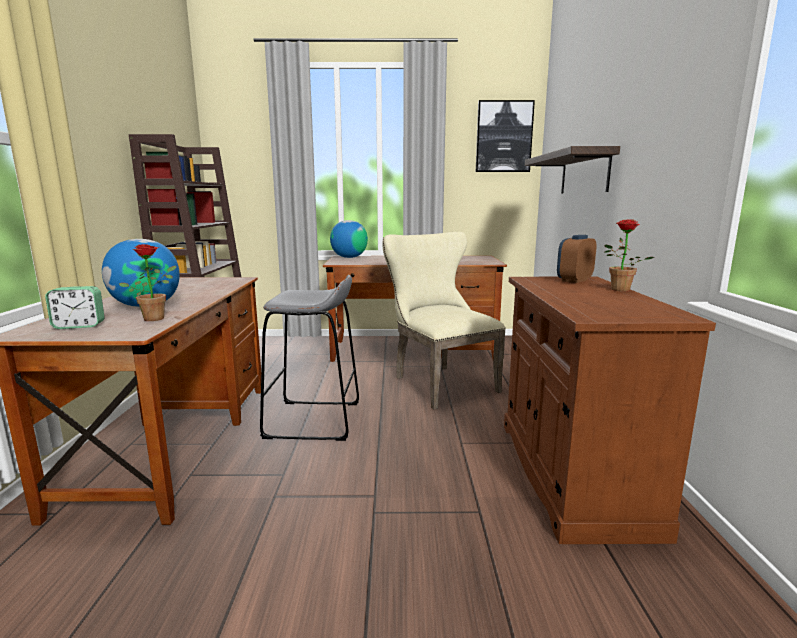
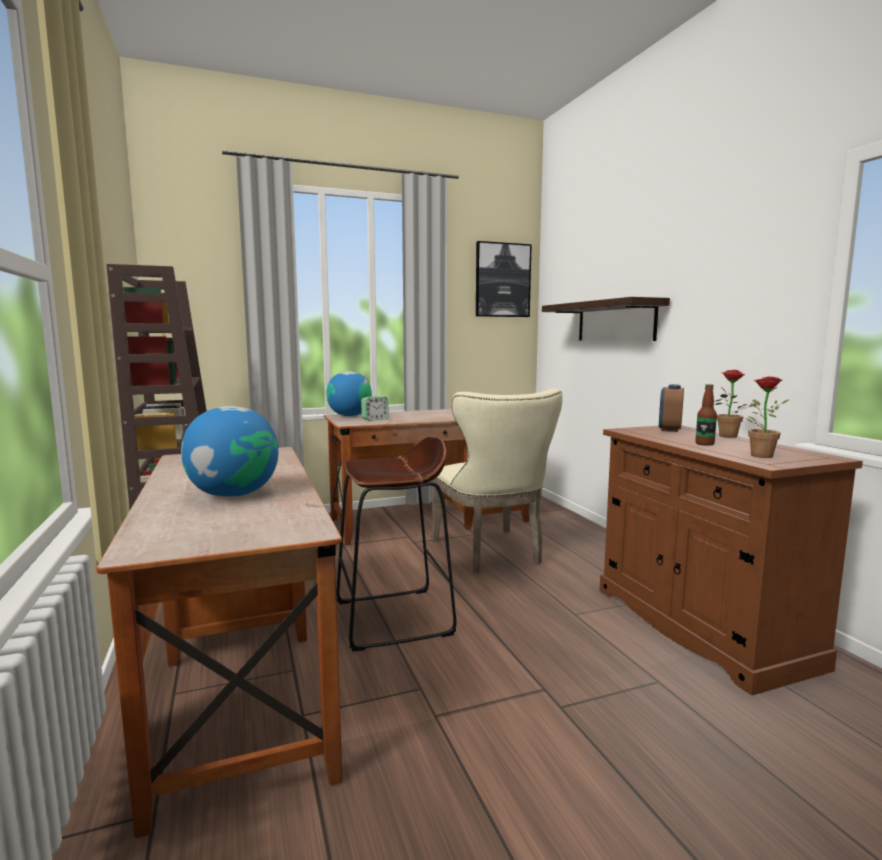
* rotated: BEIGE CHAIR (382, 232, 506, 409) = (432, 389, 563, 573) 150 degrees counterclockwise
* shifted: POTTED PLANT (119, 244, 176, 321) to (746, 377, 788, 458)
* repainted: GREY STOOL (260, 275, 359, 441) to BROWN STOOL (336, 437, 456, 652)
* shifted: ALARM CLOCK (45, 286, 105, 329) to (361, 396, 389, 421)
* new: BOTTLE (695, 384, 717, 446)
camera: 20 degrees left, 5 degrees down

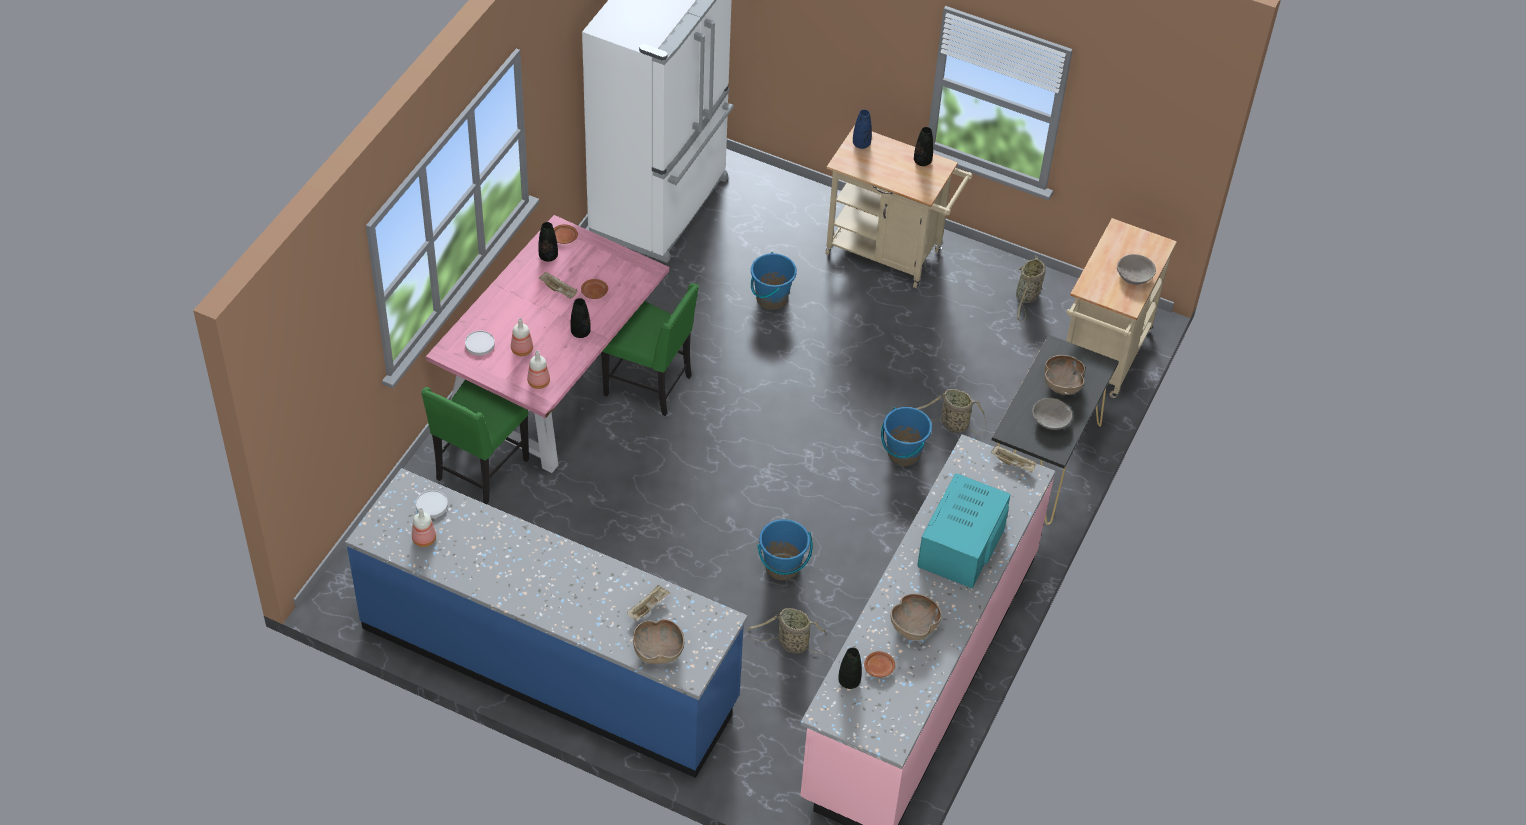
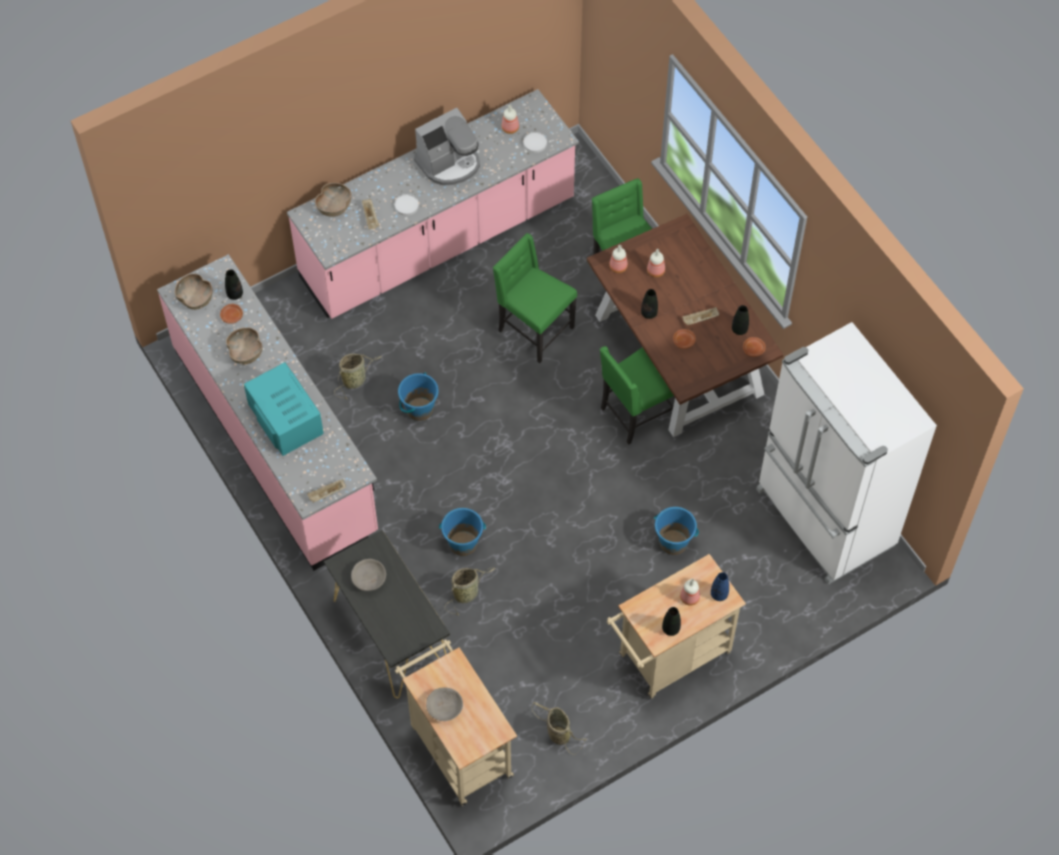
* repainted: PINK DINING TABLE (426, 215, 669, 473) to BROWN DINING TABLE (587, 214, 783, 437)
* shifted: WHITE PLATE (465, 331, 495, 356) to (395, 194, 419, 216)
* shifted: BROWN BOWL (1045, 355, 1085, 395) to (175, 273, 213, 310)
* repainted: BLUE COUNTER (345, 468, 748, 778) to PINK COUNTER (287, 89, 579, 319)
* new: COFFEE MACHINE (414, 107, 480, 186)
* new: GREEN CHAIR (493, 233, 577, 363)
* new: BOTTLE (680, 579, 700, 606)
camera: 125 degrees right, 10 degrees up

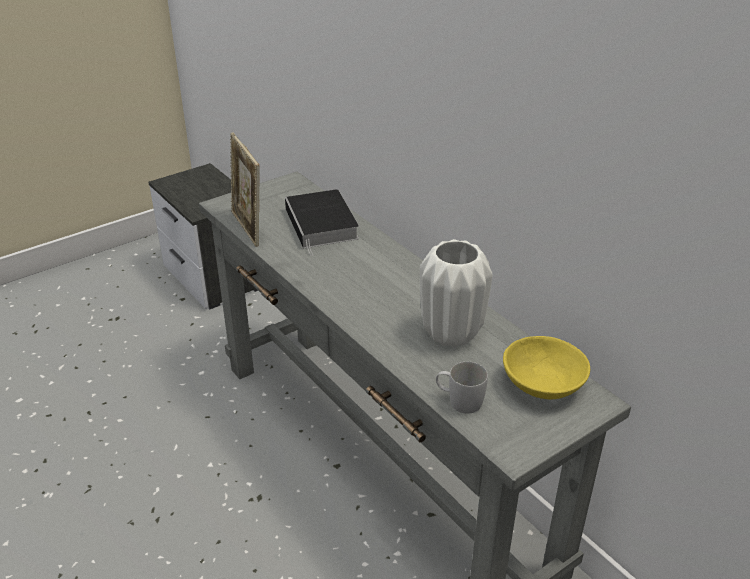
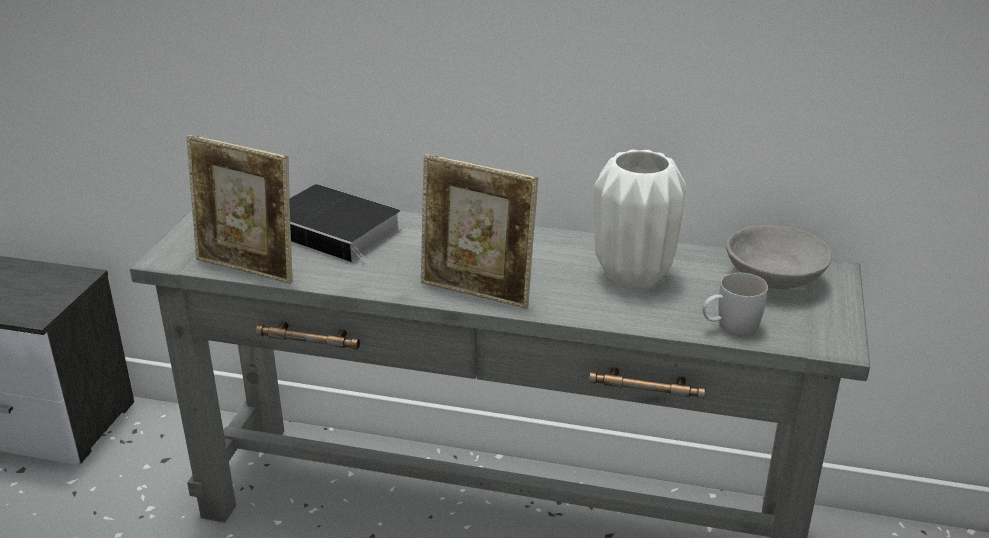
* repainted: YELLOW BOWL (503, 336, 590, 399) to GREY BOWL (726, 225, 832, 289)
* new: PICTURE FRAME (421, 154, 538, 309)
camera: 40 degrees left, 5 degrees down

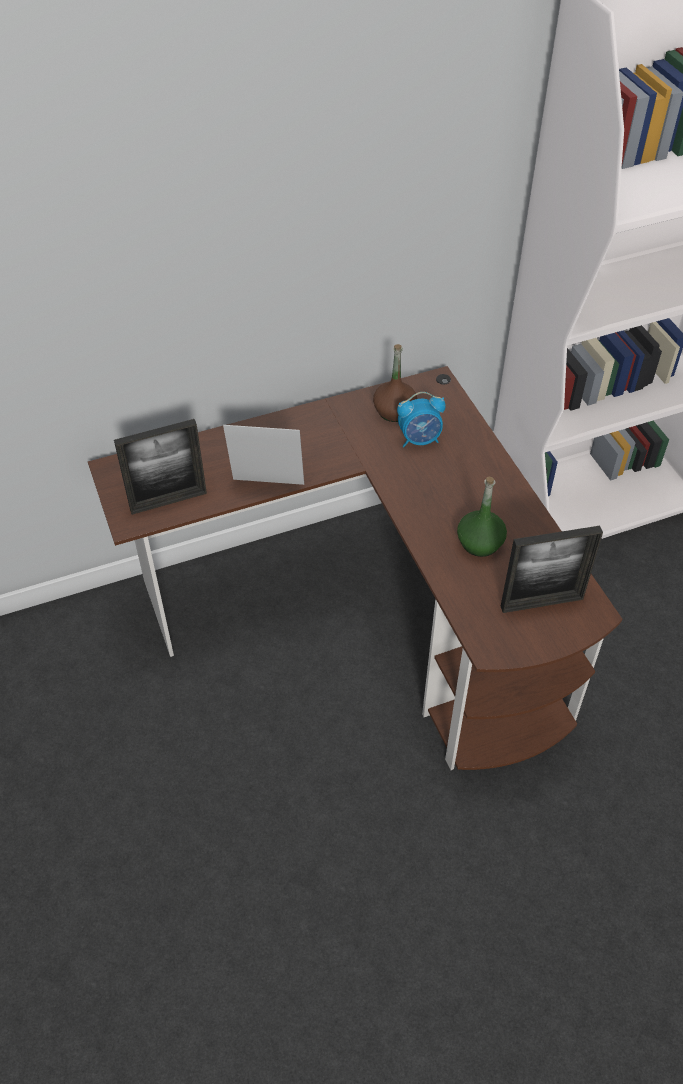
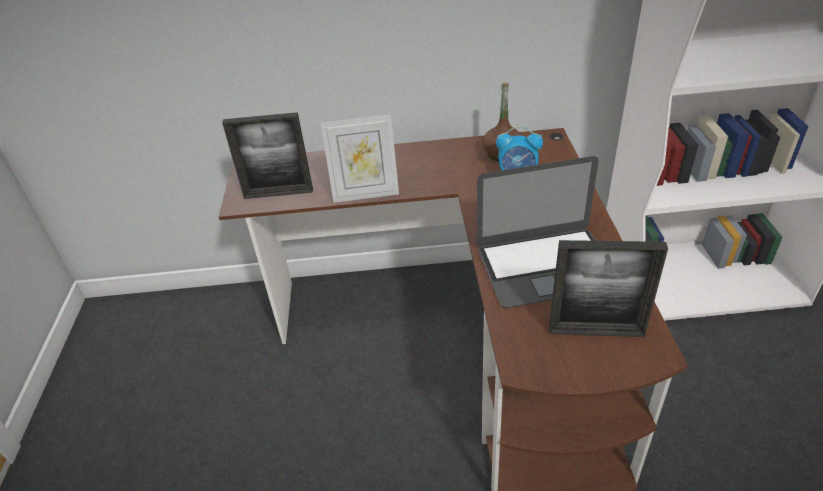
* rotated: PICTURE FRAME (223, 425, 304, 485) = (321, 115, 399, 203) 150 degrees clockwise
* swapped: GREEN BOTTLE (457, 476, 507, 557) to LAPTOP (477, 156, 599, 308)
camera: 20 degrees right, 10 degrees down

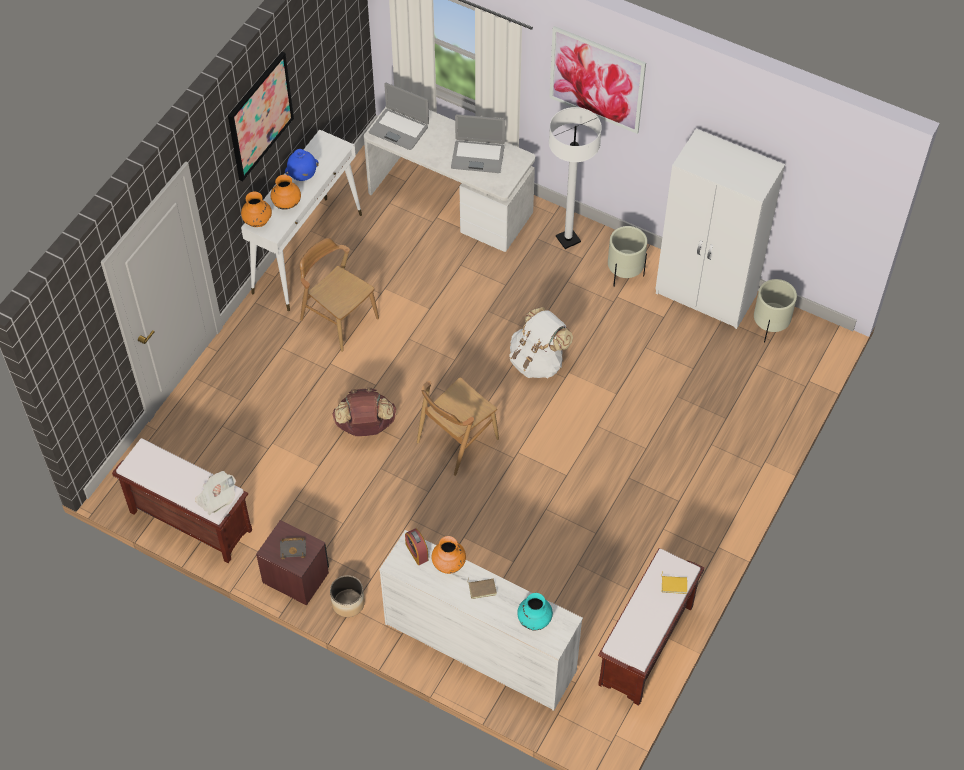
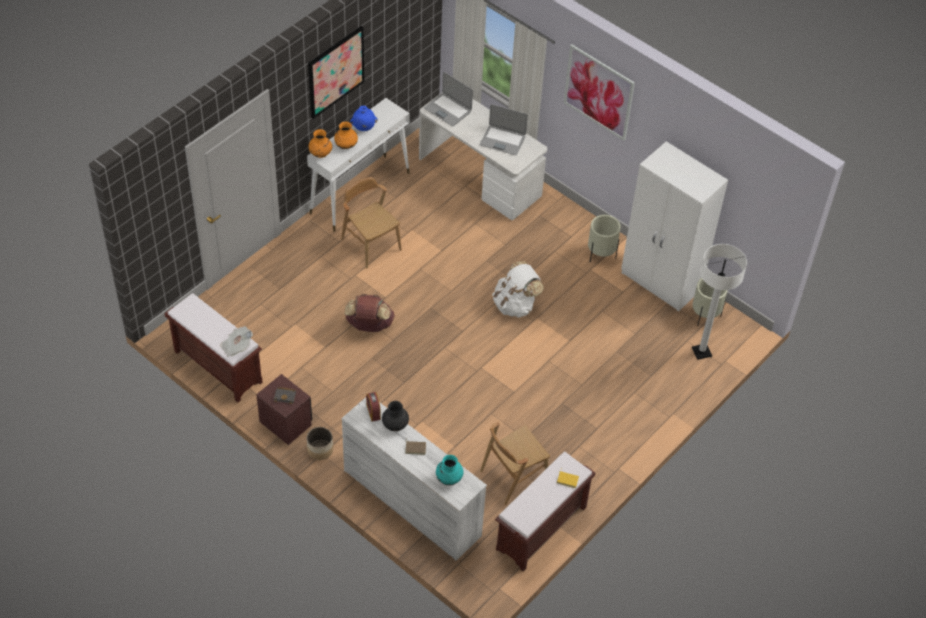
* shifted: WHITE FLOOR LAMP (549, 107, 602, 249) to (692, 244, 747, 360)
* shifted: BROWN CHAIR (417, 378, 499, 476) to (480, 422, 550, 505)
* repainted: ORANGE VASE (432, 536, 466, 574) to BLACK VASE (382, 401, 409, 431)
camera: 10 degrees right, 5 degrees down

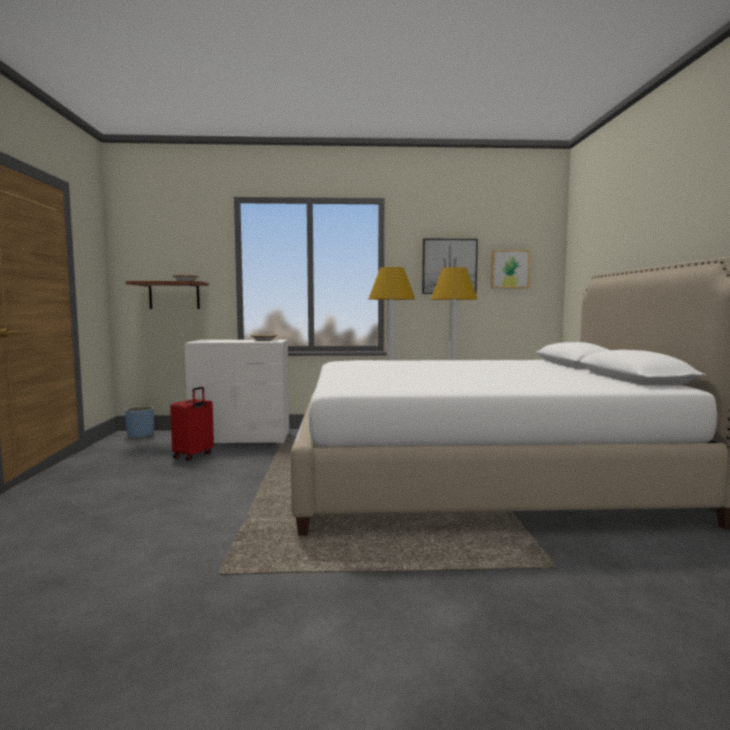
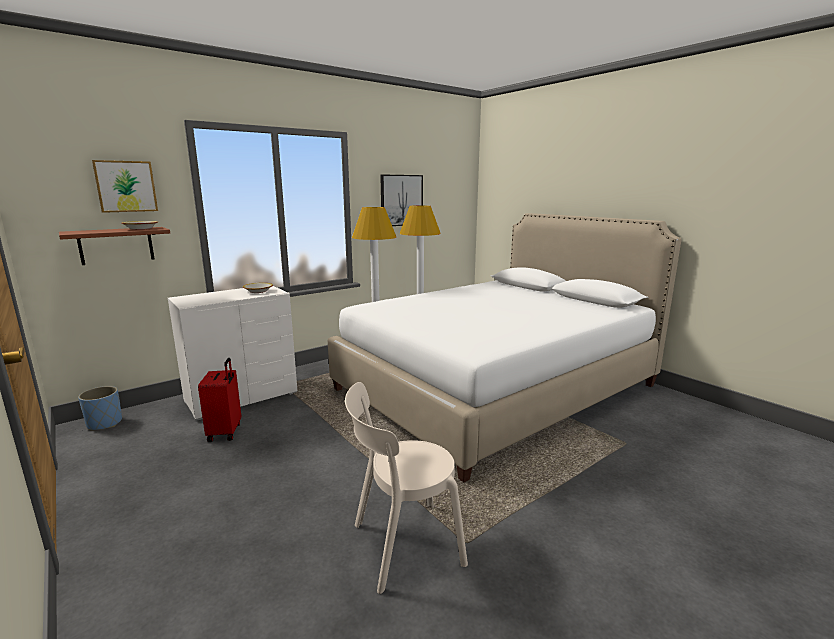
* shifted: PICTURE (491, 250, 530, 288) to (92, 160, 158, 213)
* new: BEIGE CHAIR (345, 382, 468, 594)
camera: 35 degrees left, 10 degrees up

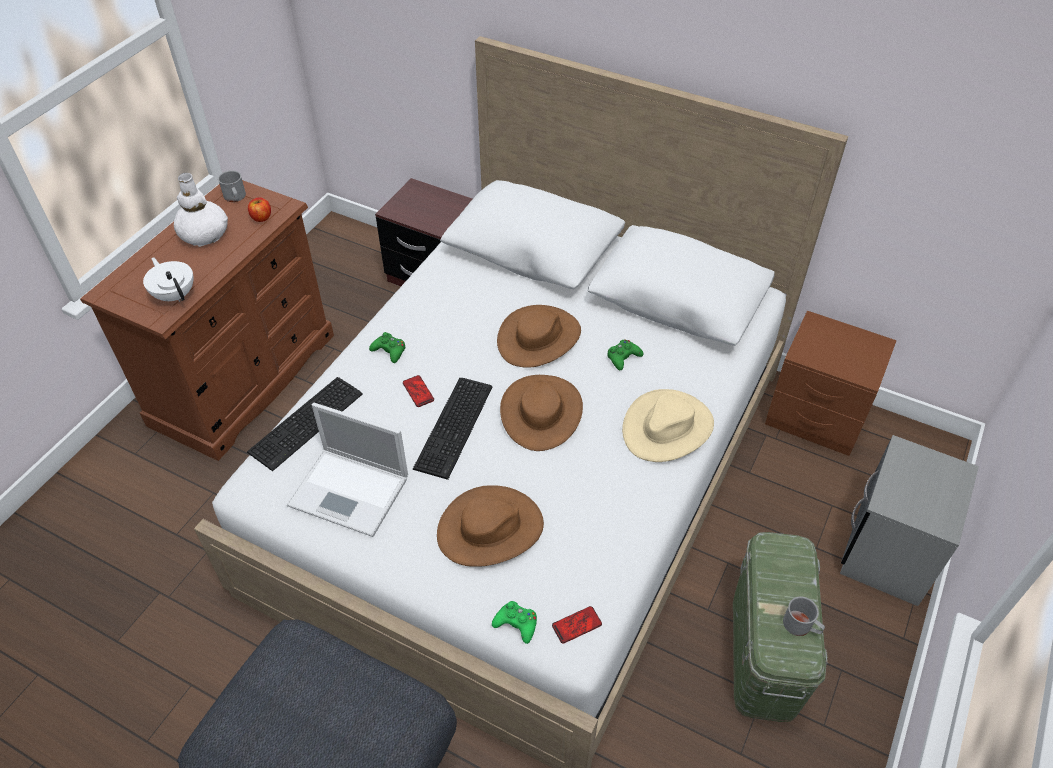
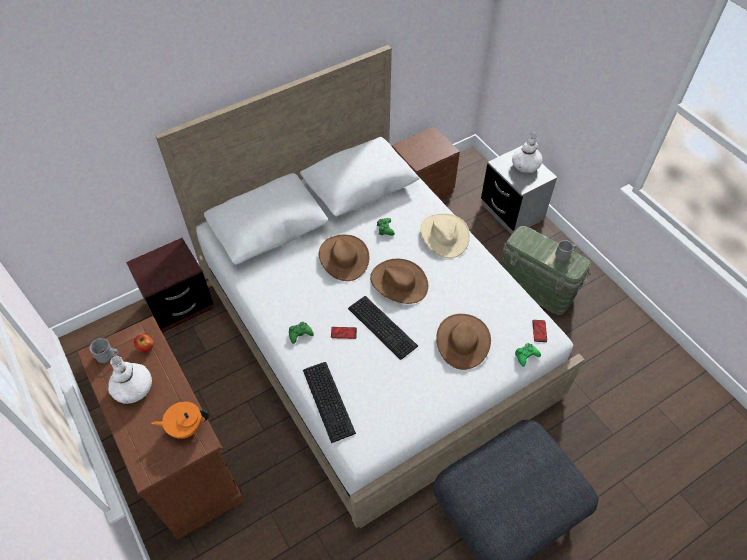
* repainted: WHITE TEAPOT (143, 257, 194, 302) to ORANGE TEAPOT (151, 402, 209, 439)
* gone: LAPTOP (287, 403, 408, 537)
* new: WHITE VASE (512, 133, 542, 173)
camera: 60 degrees left, 5 degrees up

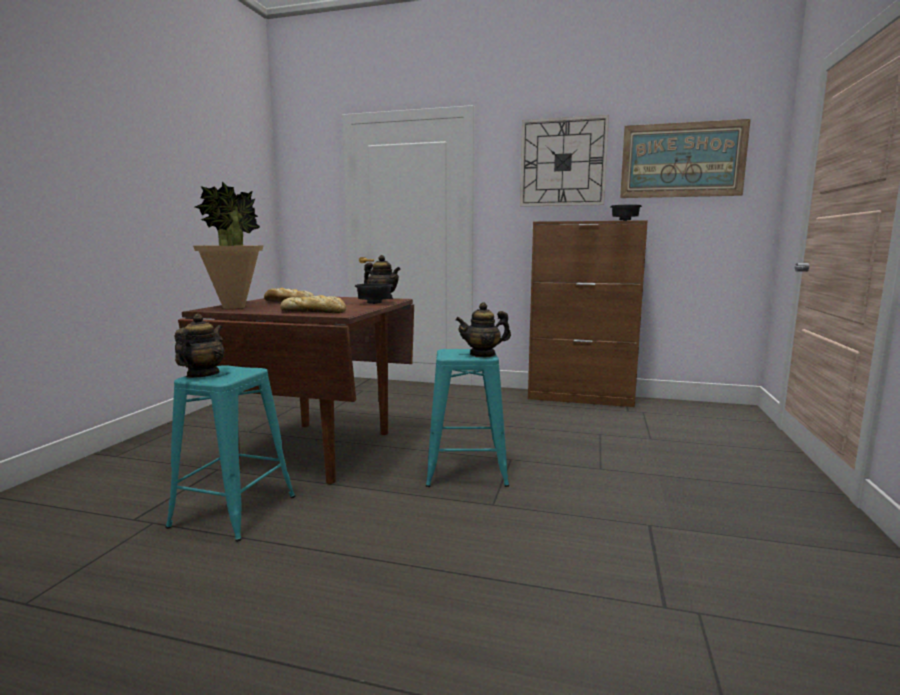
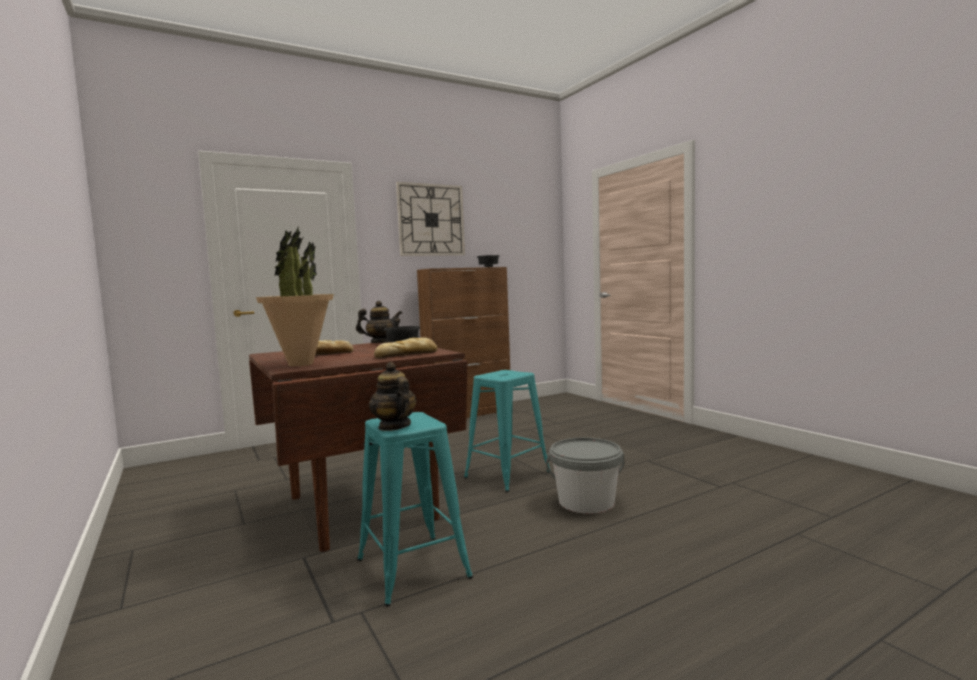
* gone: PICTURE (620, 119, 751, 198)
* gone: TEAPOT (456, 303, 511, 357)
* new: GREY BUCKET (546, 438, 625, 514)
camera: 45 degrees left, 5 degrees down

